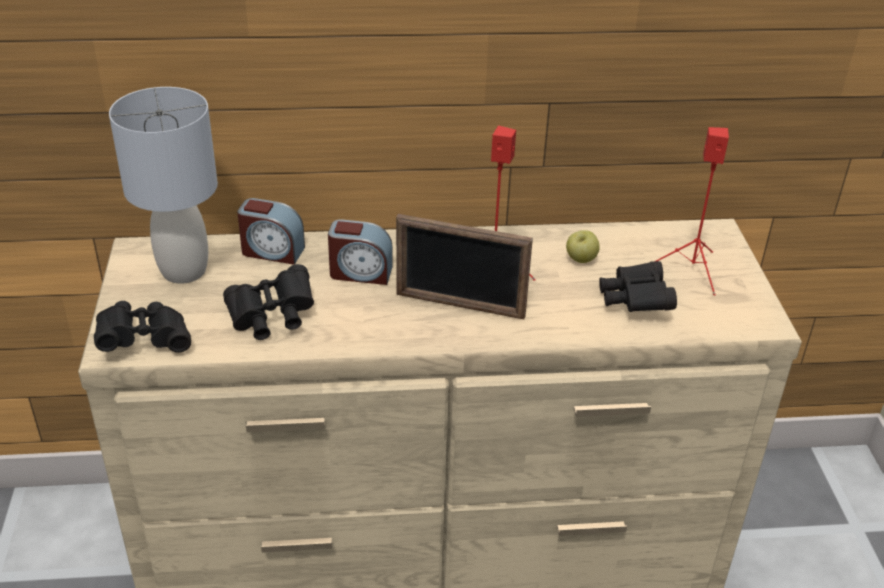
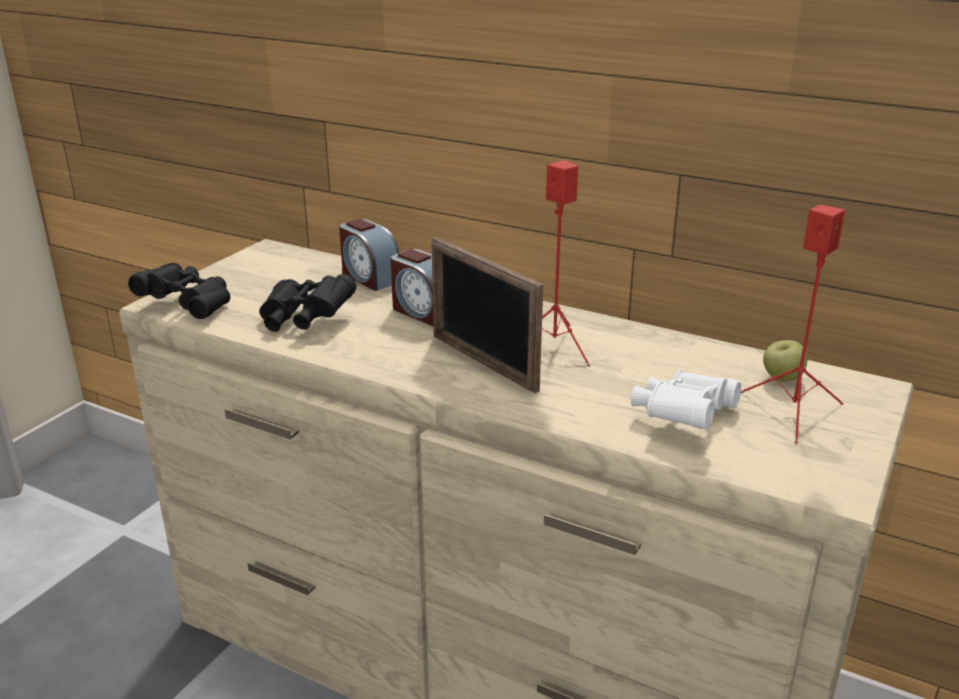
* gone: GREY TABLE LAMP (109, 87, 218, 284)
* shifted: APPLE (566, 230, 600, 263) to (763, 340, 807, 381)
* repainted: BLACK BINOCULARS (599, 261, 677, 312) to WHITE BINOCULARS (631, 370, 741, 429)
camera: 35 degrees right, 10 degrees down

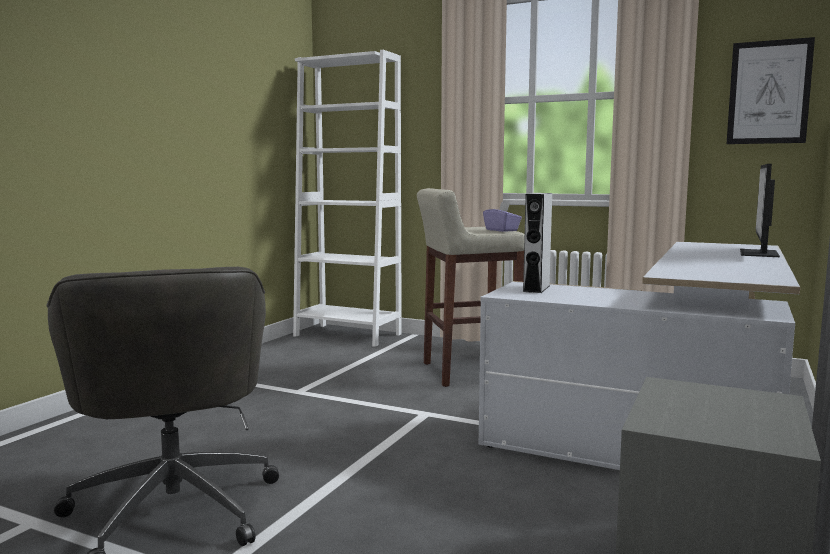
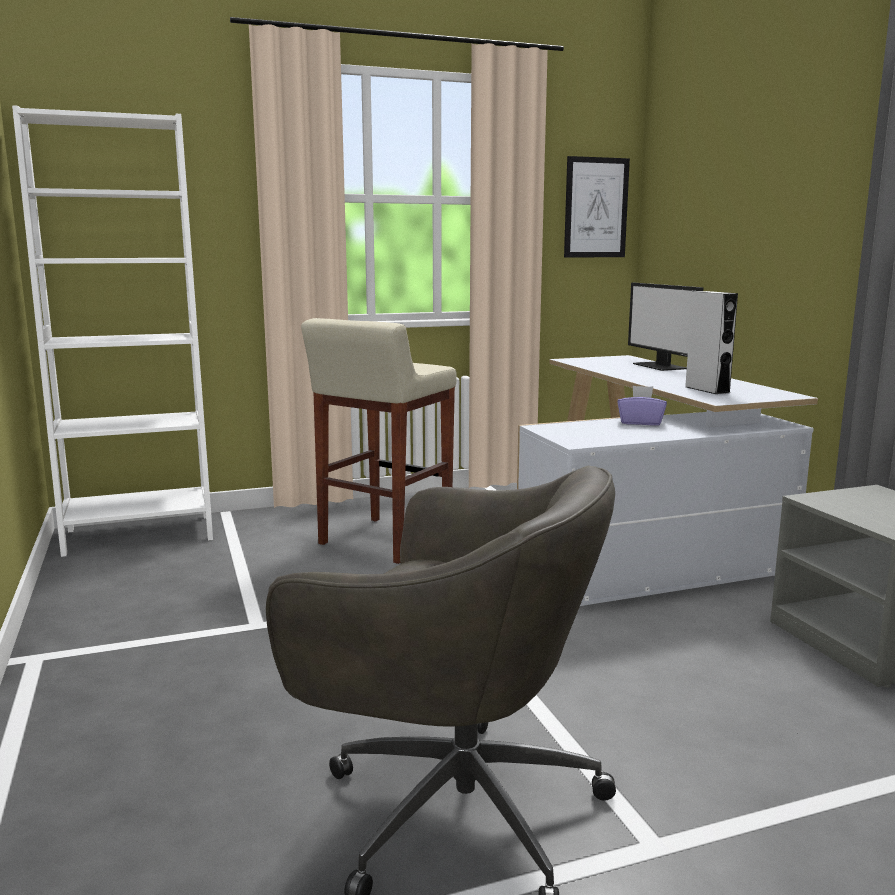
* shifted: GREY SPEAKER (523, 193, 552, 293) to (685, 291, 738, 394)
* shifted: PURPLE TISSUE BOX (483, 202, 522, 232) to (617, 386, 667, 426)
camera: 45 degrees left, 5 degrees up

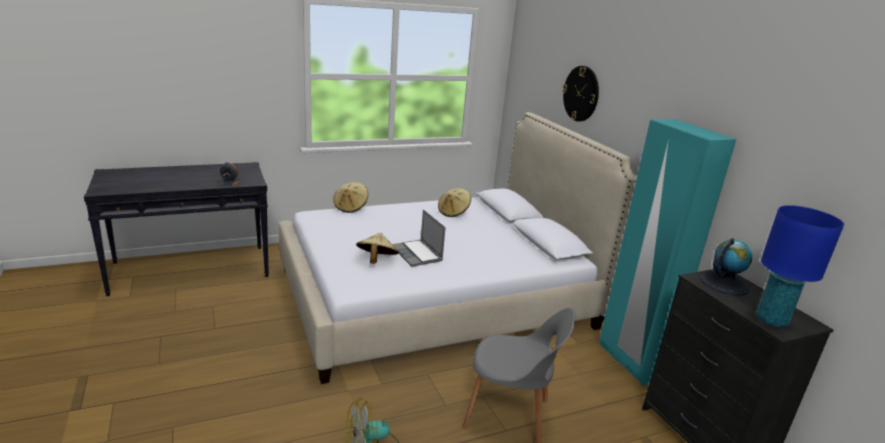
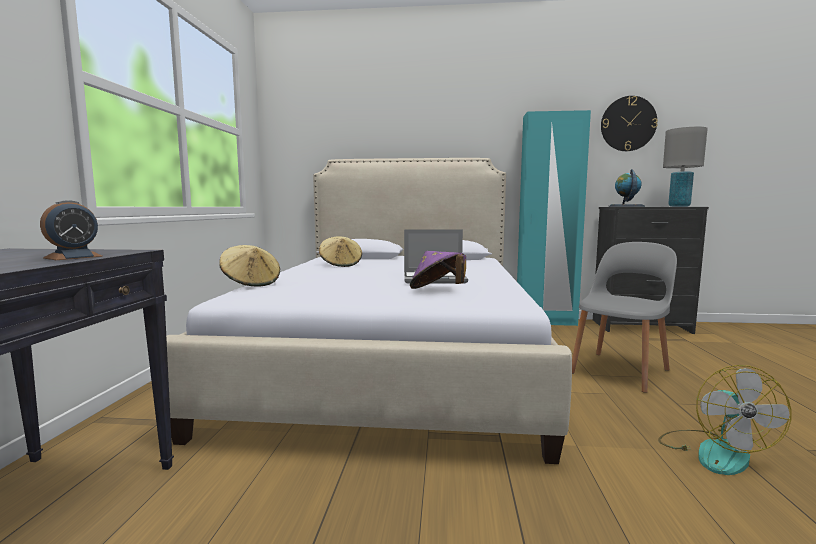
* shifted: WALL CLOCK (562, 66, 599, 121) to (601, 96, 658, 151)
* repainted: BLUE TABLE LAMP (757, 205, 844, 327) to GREY TABLE LAMP (663, 127, 708, 207)
* repainted: BEIGE HAT (356, 233, 399, 264) to PURPLE HAT (410, 251, 466, 289)
camera: 60 degrees left, 15 degrees down

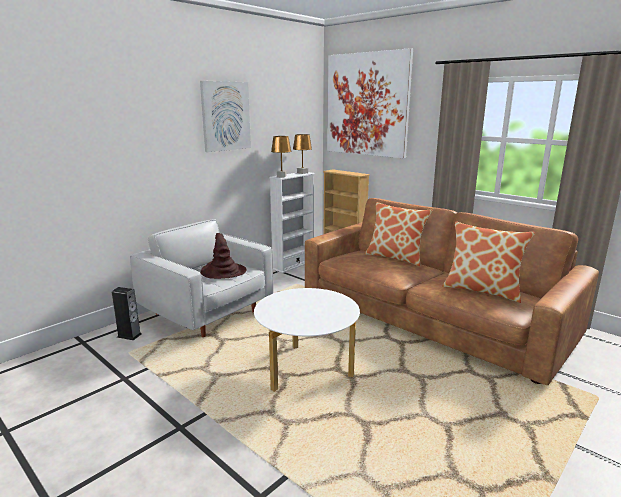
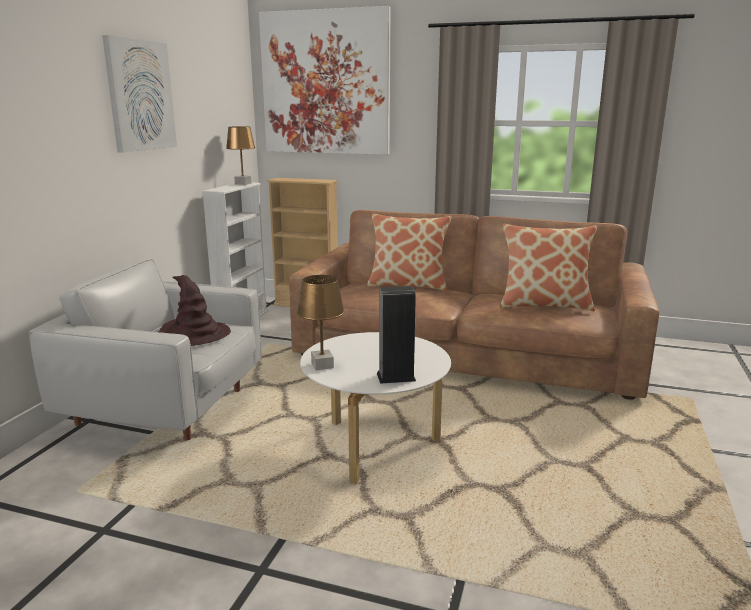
* shifted: BROWN TABLE LAMP (271, 136, 291, 177) to (297, 275, 345, 370)
* shifted: SPEAKER (112, 287, 142, 340) to (377, 286, 416, 384)
camera: 25 degrees left, 0 degrees up

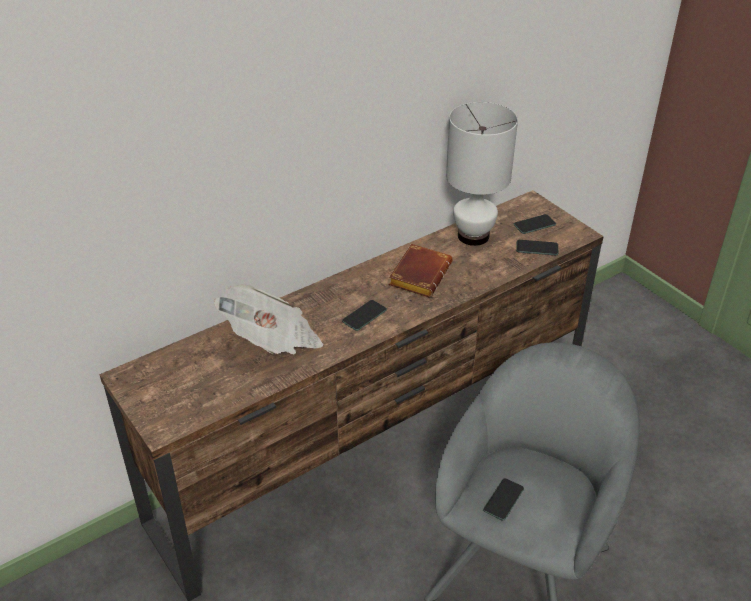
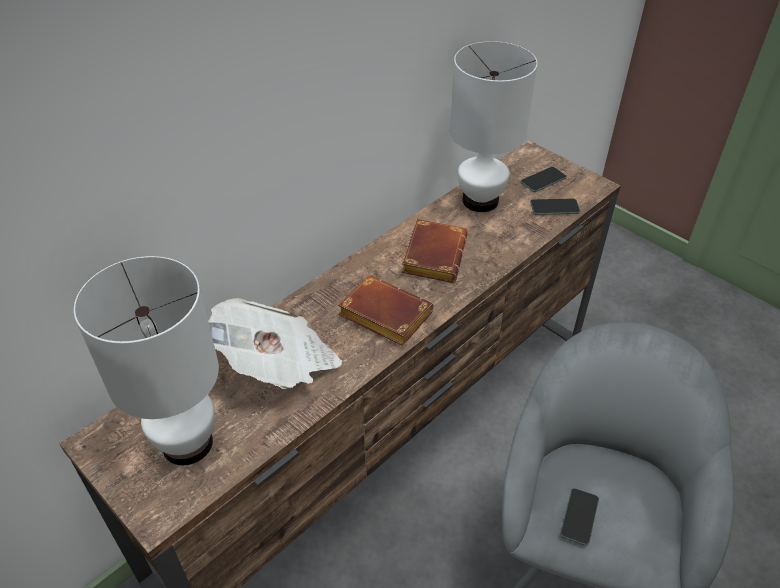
* swapped: PHONE (342, 300, 387, 331) to BROWN BOOK (338, 275, 434, 346)
* new: WHITE TABLE LAMP (74, 256, 219, 465)
camera: 10 degrees left, 5 degrees up

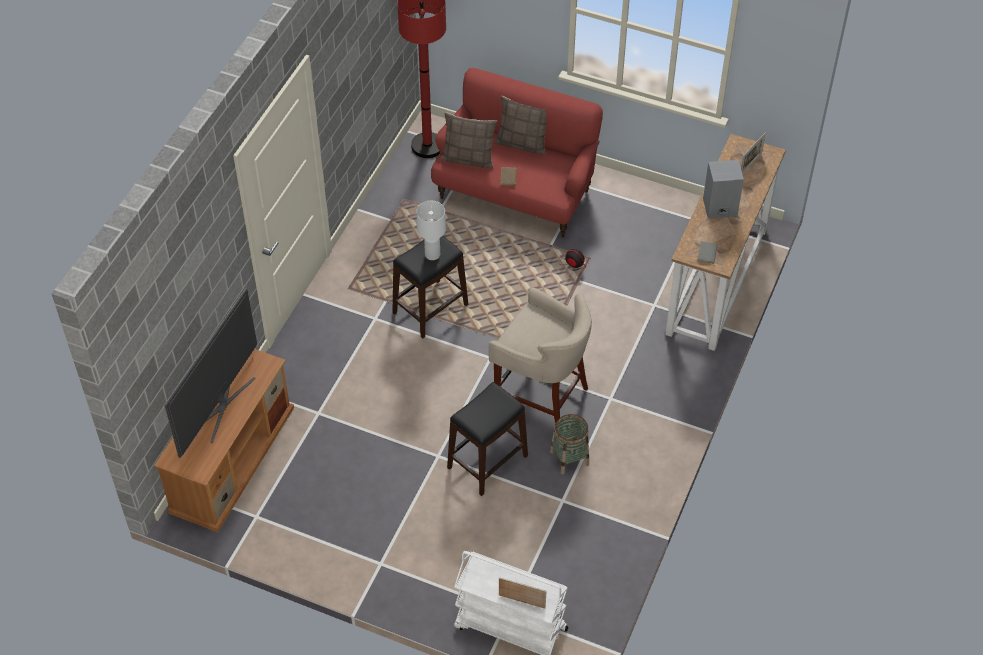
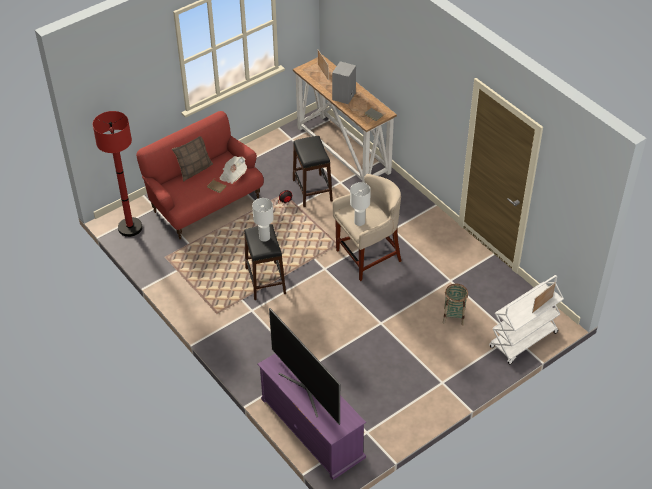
* gone: PILLOW (441, 112, 498, 169)
* repainted: BROWN TV STAND (154, 349, 294, 532) to PURPLE TV STAND (258, 354, 366, 480)
* shifted: BLACK STOOL (447, 382, 528, 496) to (293, 136, 333, 207)
* shifted: BASKET (550, 414, 589, 474) to (443, 284, 468, 325)
* new: NEWSPAPER (220, 156, 247, 184)
* new: WHITE TABLE LAMP (350, 182, 371, 226)
camera: 60 degrees left, 5 degrees down

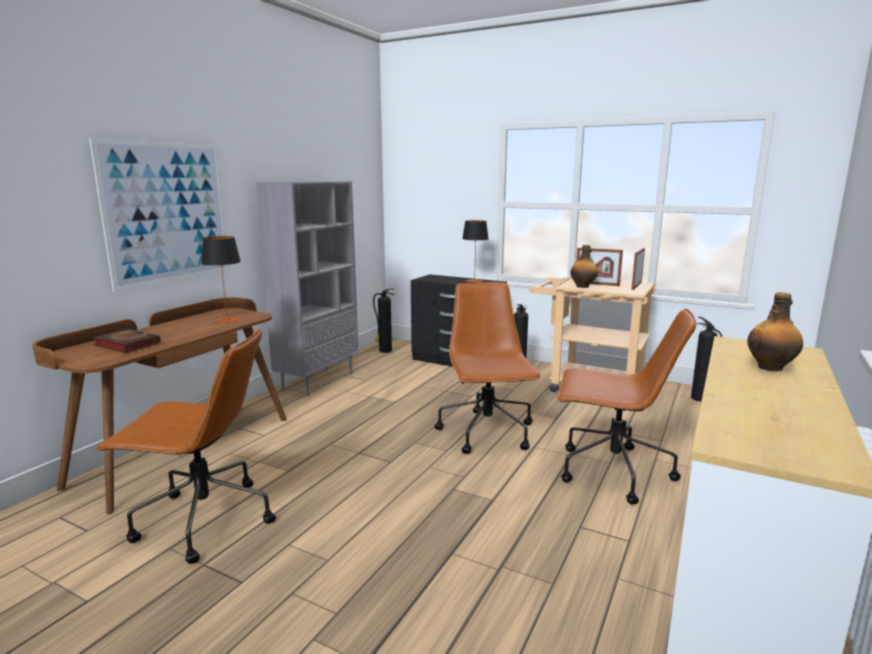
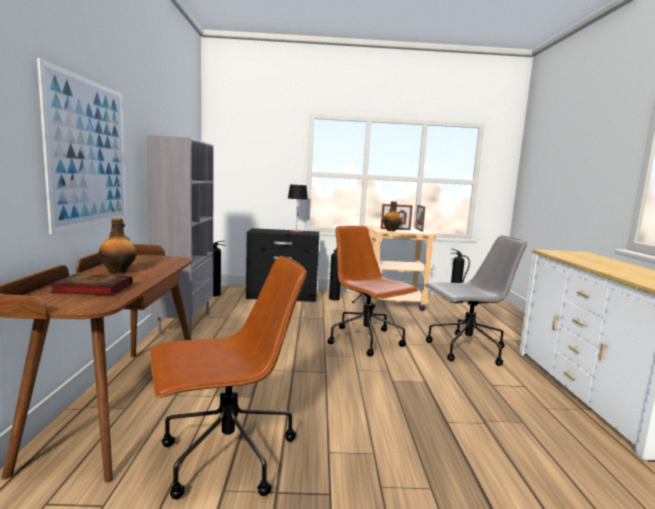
* gone: TABLE LAMP (201, 236, 241, 323)
* shifted: BOTTLE (748, 292, 803, 371) to (98, 218, 137, 274)
* repainted: BROWN OFFICE CHAIR (557, 309, 696, 505) to GREY OFFICE CHAIR (424, 236, 527, 366)
camera: 30 degrees left, 5 degrees down

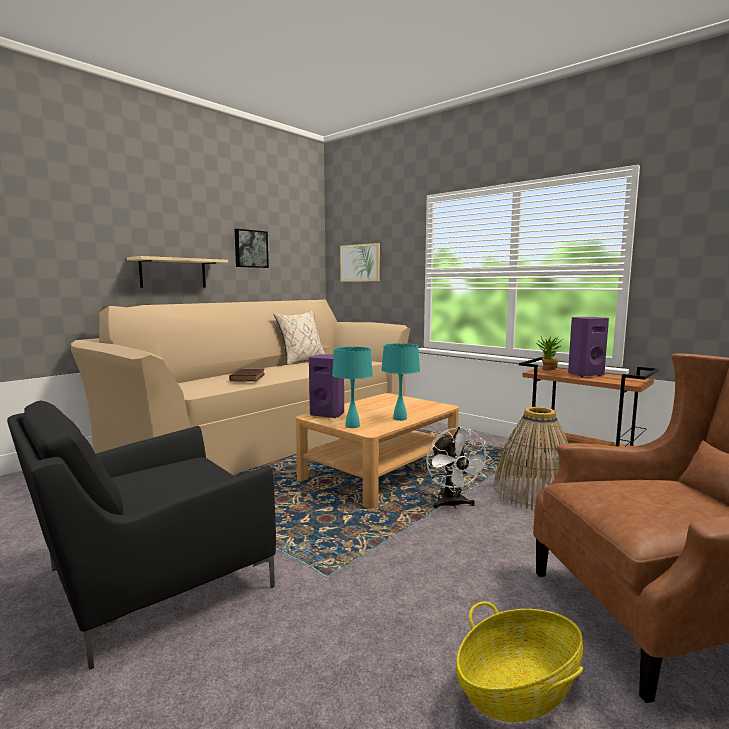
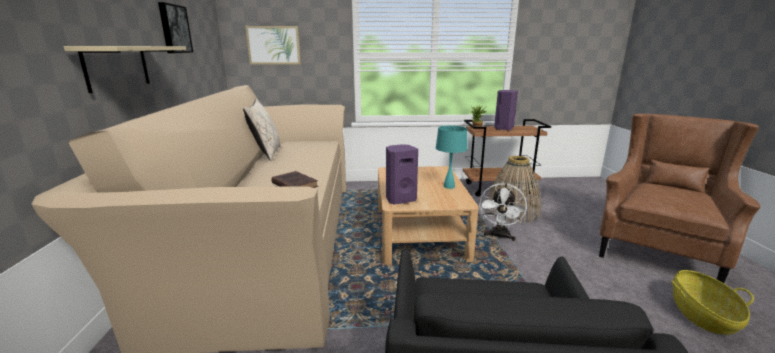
* gone: TURQUOISE TABLE LAMP (332, 347, 373, 428)
* rotated: WHITE FAN (426, 427, 492, 509) = (479, 183, 527, 241) 75 degrees clockwise
camera: 45 degrees left, 10 degrees up

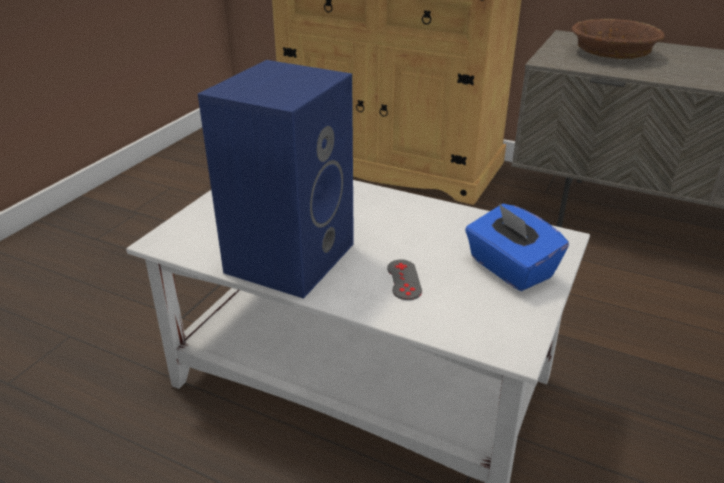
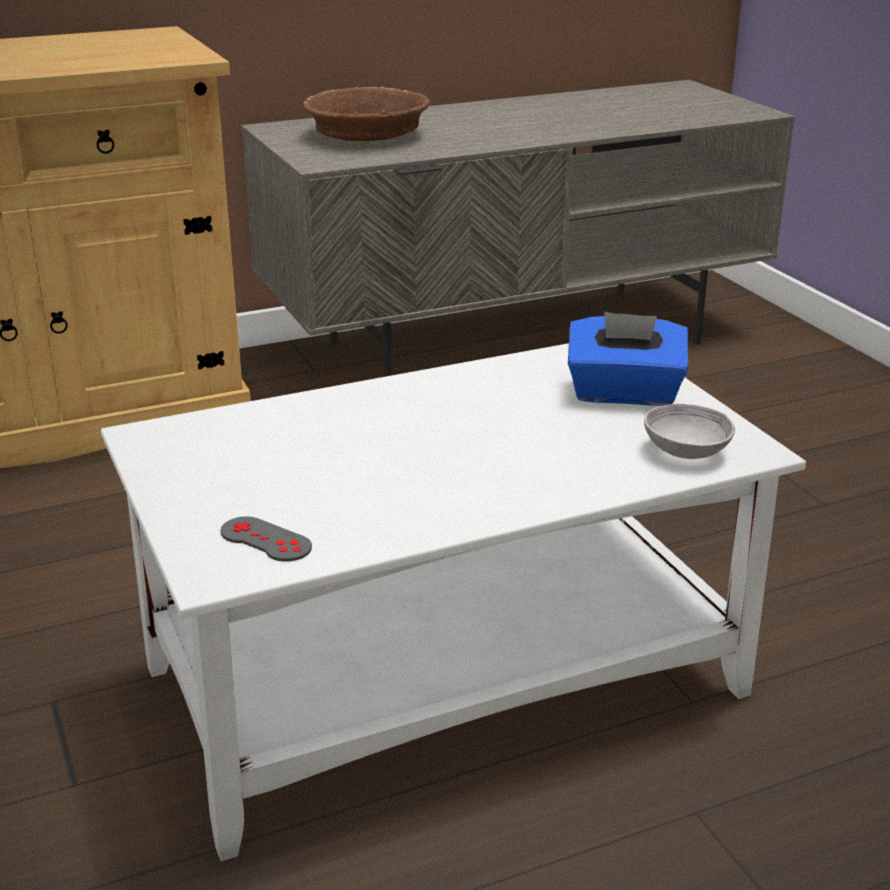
* gone: BLUE SPEAKER (198, 60, 354, 299)
* shifted: GREY GAME CONTROLLER (387, 260, 422, 300) to (220, 516, 312, 562)
* new: GREY BOWL (644, 404, 735, 459)
camera: 50 degrees left, 5 degrees down

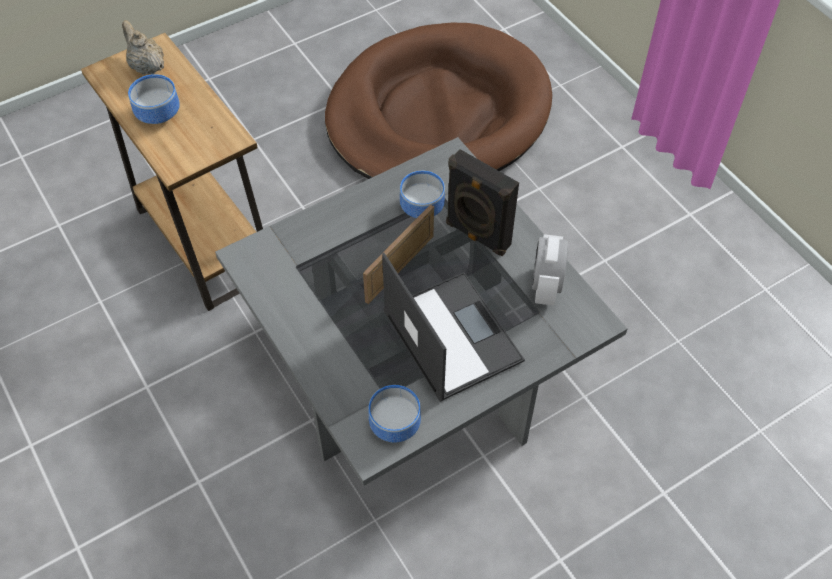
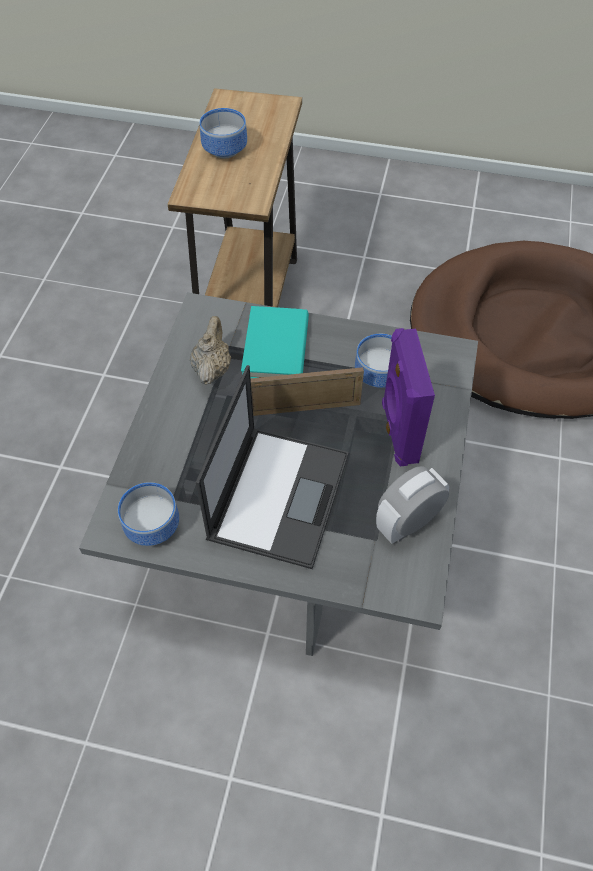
* shifted: BEIGE TEAPOT (122, 20, 164, 75) to (190, 316, 231, 385)
* repainted: BLACK SPEAKER (446, 149, 519, 256) to PURPLE SPEAKER (382, 328, 435, 466)
* new: TURQUOISE BOOK (241, 306, 309, 378)
camera: 45 degrees right, 0 degrees up

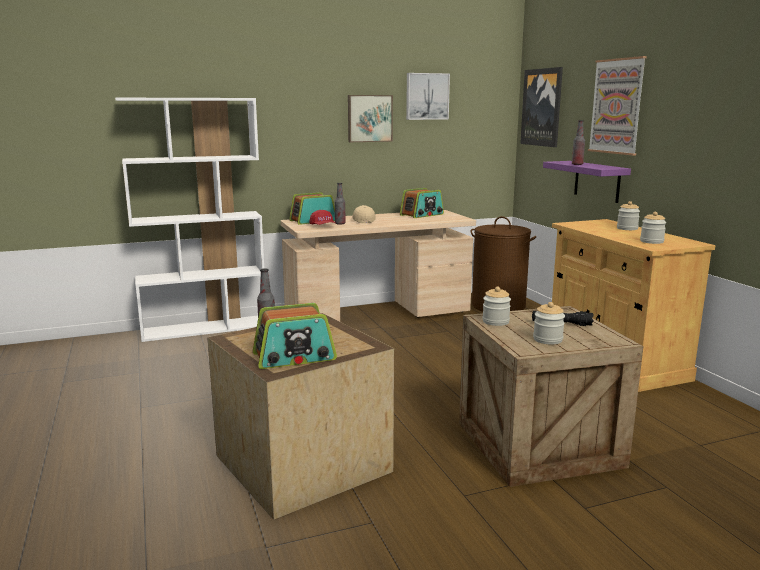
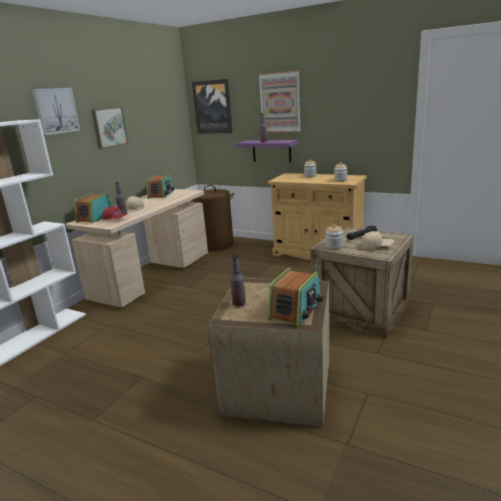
* shifted: PICTURE (406, 73, 450, 120) to (32, 88, 80, 135)
* swapped: JAR (533, 302, 565, 345) to BEIGE CAP (361, 231, 394, 249)
camera: 40 degrees left, 5 degrees up

